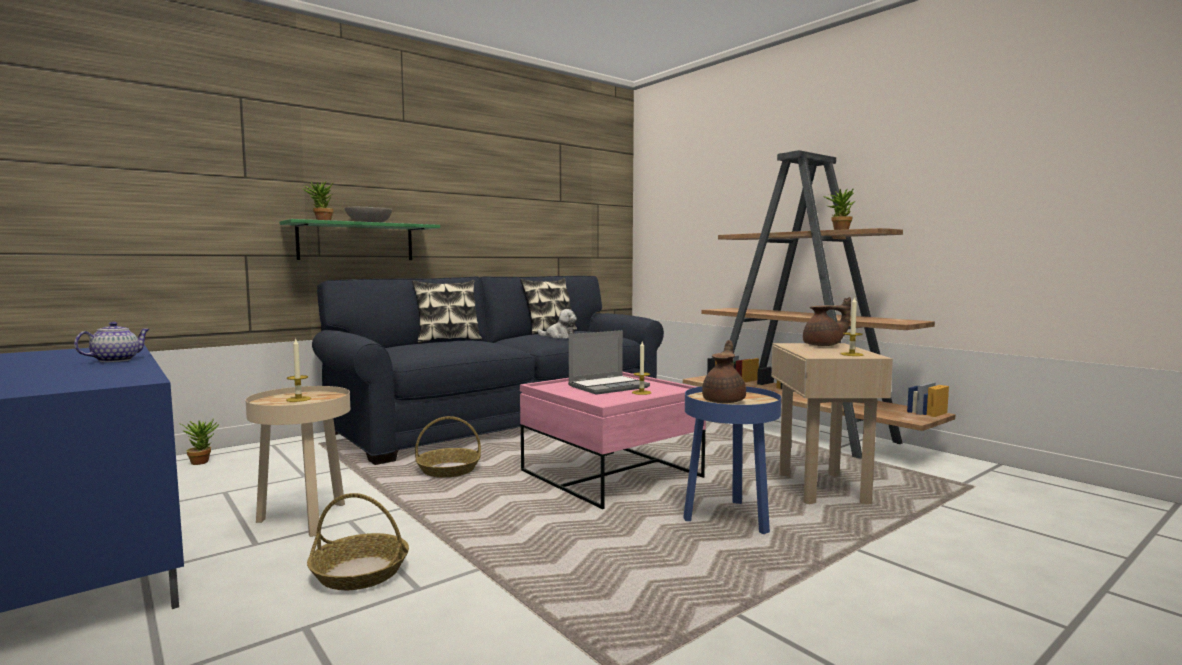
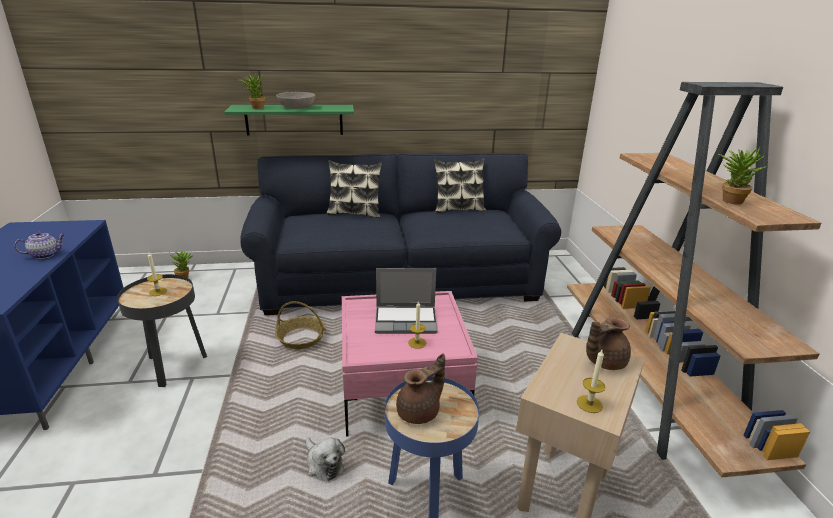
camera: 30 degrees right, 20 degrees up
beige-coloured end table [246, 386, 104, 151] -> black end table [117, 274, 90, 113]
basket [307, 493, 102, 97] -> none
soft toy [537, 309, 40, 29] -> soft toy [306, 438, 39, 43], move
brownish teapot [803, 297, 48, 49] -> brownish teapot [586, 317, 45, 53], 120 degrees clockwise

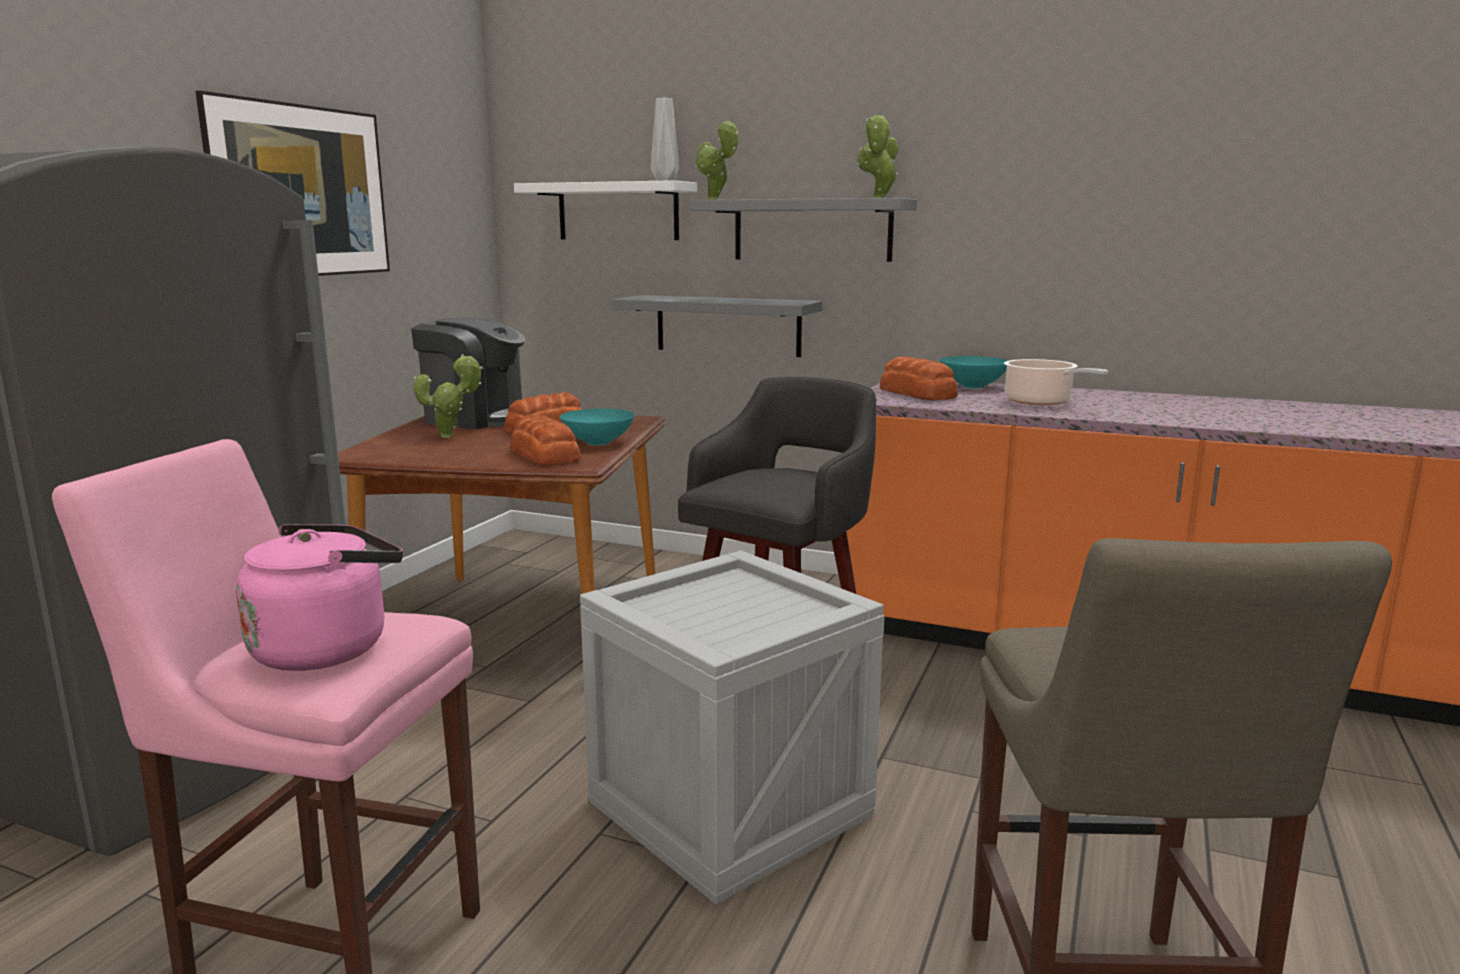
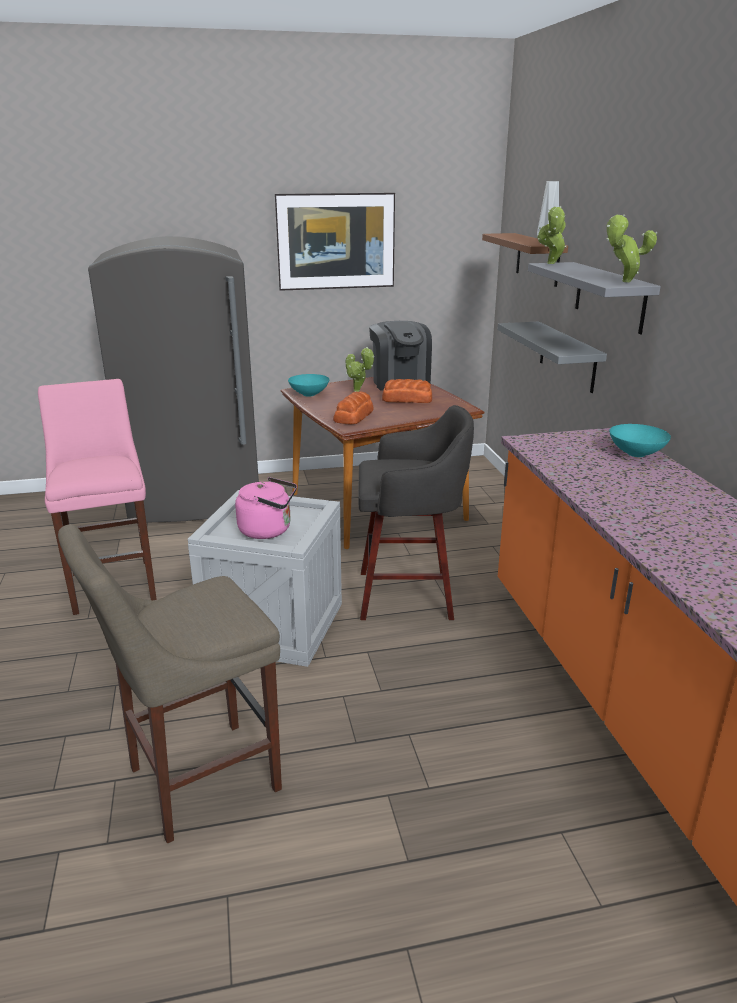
camera: 55 degrees right, 10 degrees up
pinkish water kettle [236, 524, 167, 147] -> pinkish water kettle [235, 477, 62, 62], move
whitish shelf [514, 180, 183, 60] -> brownish shelf [482, 233, 86, 54]
turquoise serving bowl [560, 409, 74, 36] -> turquoise serving bowl [288, 374, 41, 22], move
bakery bread [880, 357, 78, 43] -> none
stockpot [1004, 359, 105, 47] -> none

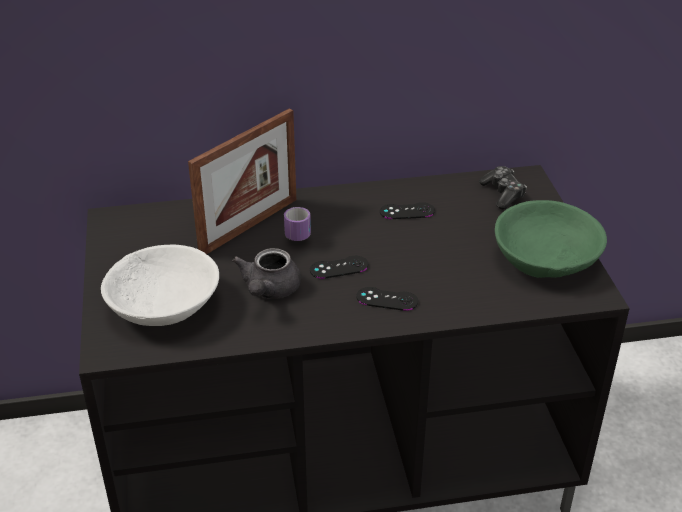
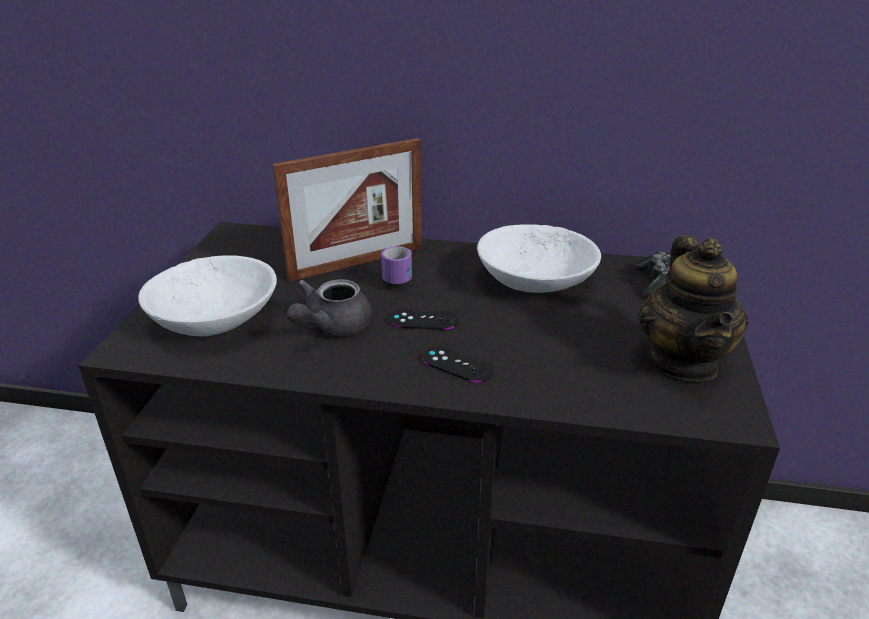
camera: 20 degrees right, 5 degrees down
black gamepad [380, 202, 55, 17] -> whitish serving bowl [477, 224, 124, 69]
greenish serving bowl [495, 200, 112, 78] -> teapot [638, 235, 111, 147]

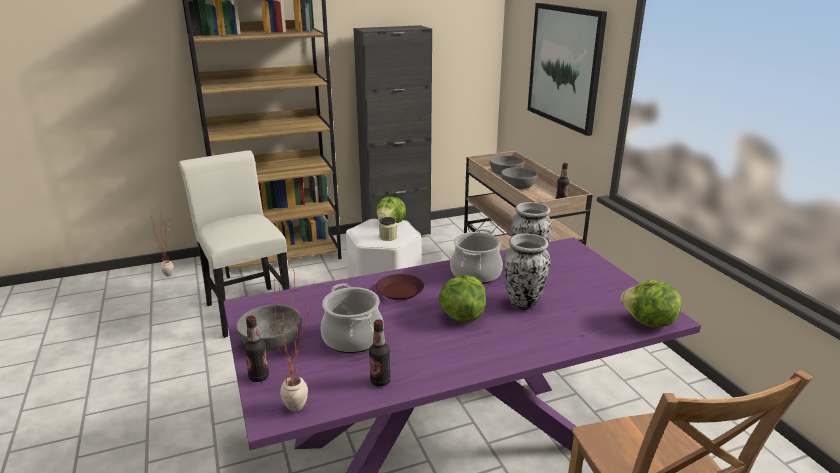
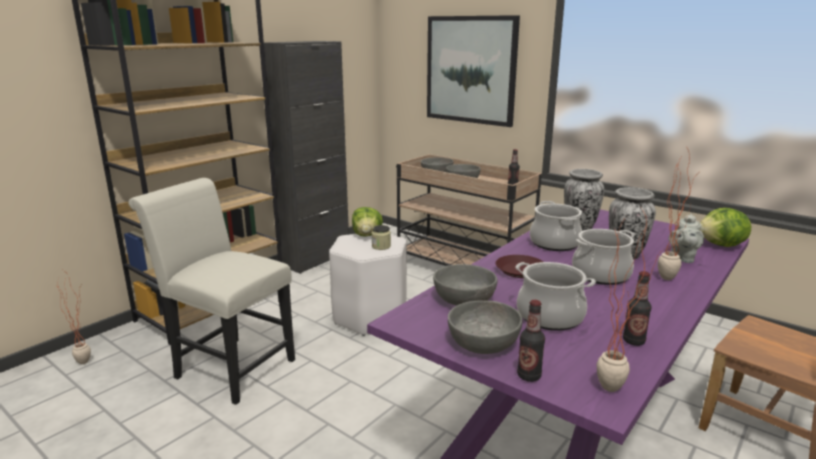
camera: 30 degrees left, 5 degrees down
lettuce [439, 275, 47, 47] -> stockpot [572, 229, 63, 56]
none -> gray serving bowl [433, 264, 64, 42]
none -> potted plant [658, 148, 37, 132]
none -> gray teapot [669, 213, 35, 50]

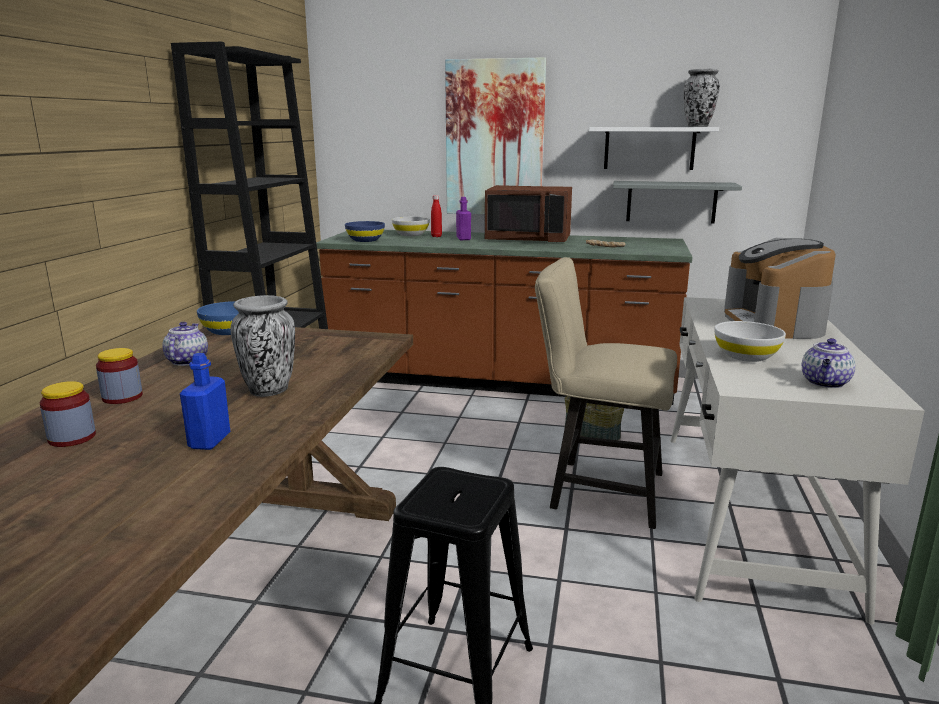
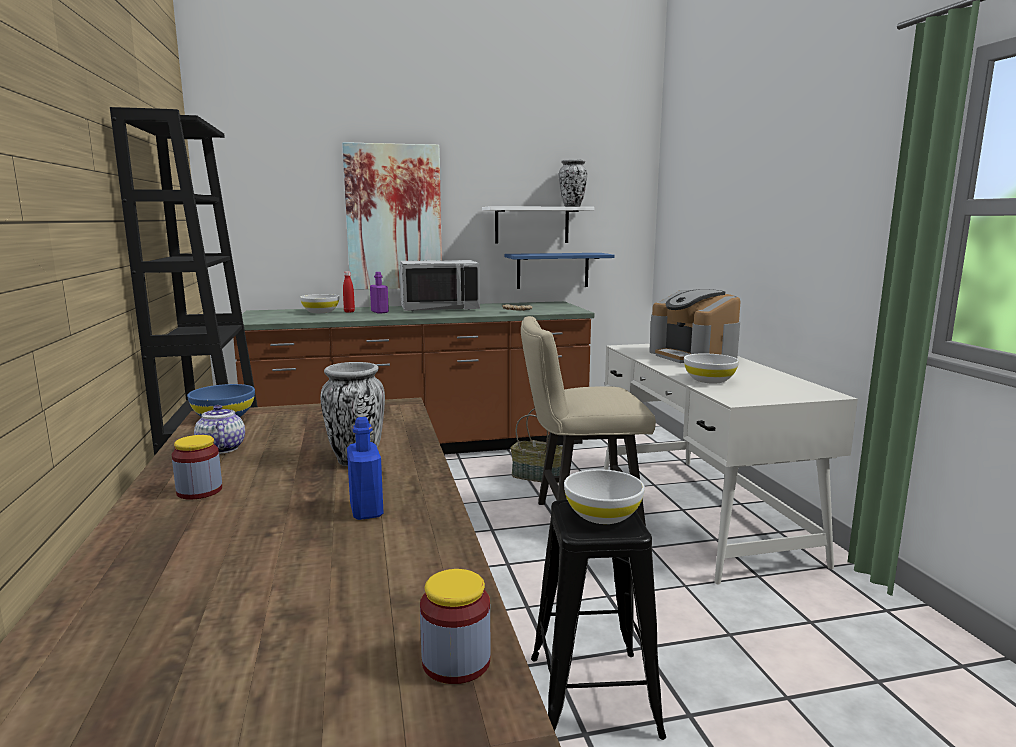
camera: 25 degrees left, 5 degrees down
jar [40, 381, 56, 66] -> jar [420, 569, 71, 115], move
bluish serving bowl [345, 221, 40, 21] -> none
brownish microwave [485, 185, 87, 57] -> gray microwave [400, 260, 80, 51]
gray shelf [613, 181, 129, 43] -> bluish shelf [504, 253, 111, 36]
teapot [802, 338, 53, 50] -> none
none -> whitish serving bowl [564, 469, 81, 55]

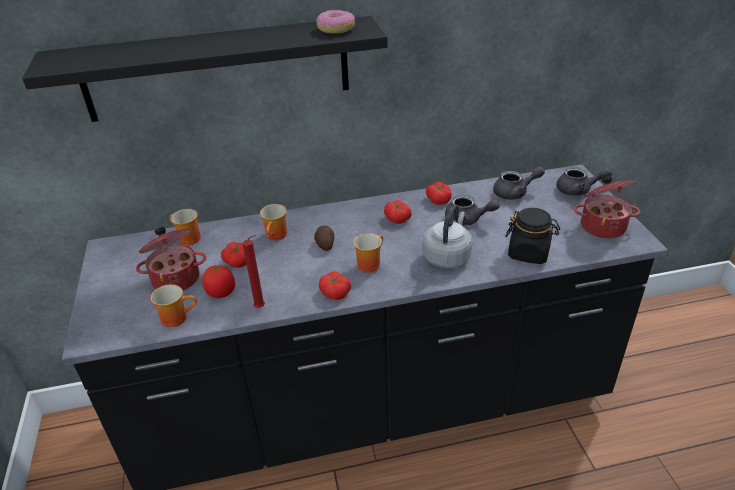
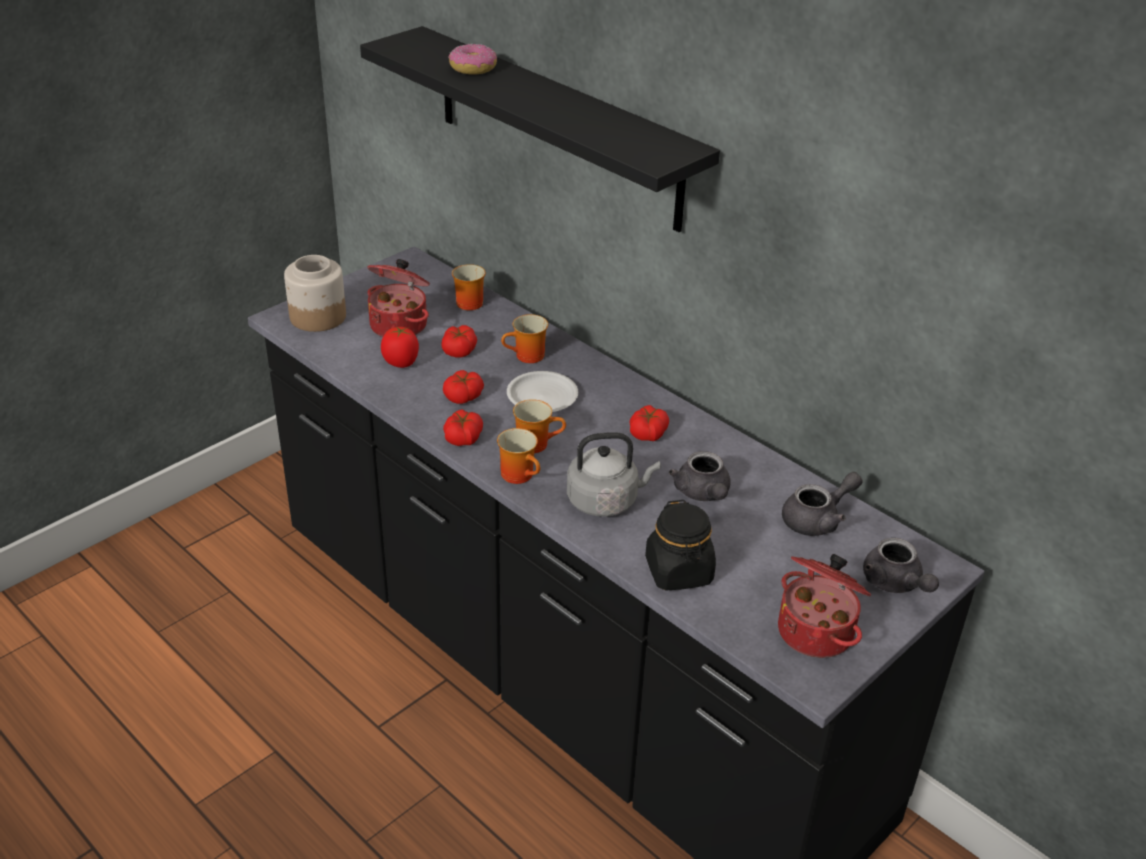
camera: 55 degrees right, 0 degrees up
mug [150, 284, 47, 44] -> mug [497, 428, 43, 56], move
reddish wax candle [243, 235, 22, 73] -> none
potato [314, 225, 20, 26] -> whitish dinner plate [507, 371, 71, 41]
donut [316, 10, 39, 24] -> donut [448, 44, 49, 31], move
fresh tomato [426, 182, 26, 23] -> fresh tomato [443, 370, 41, 34], move
gray teapot [493, 166, 52, 34] -> gray teapot [782, 472, 80, 64], 75 degrees counterclockwise
none -> jar [284, 255, 62, 77]

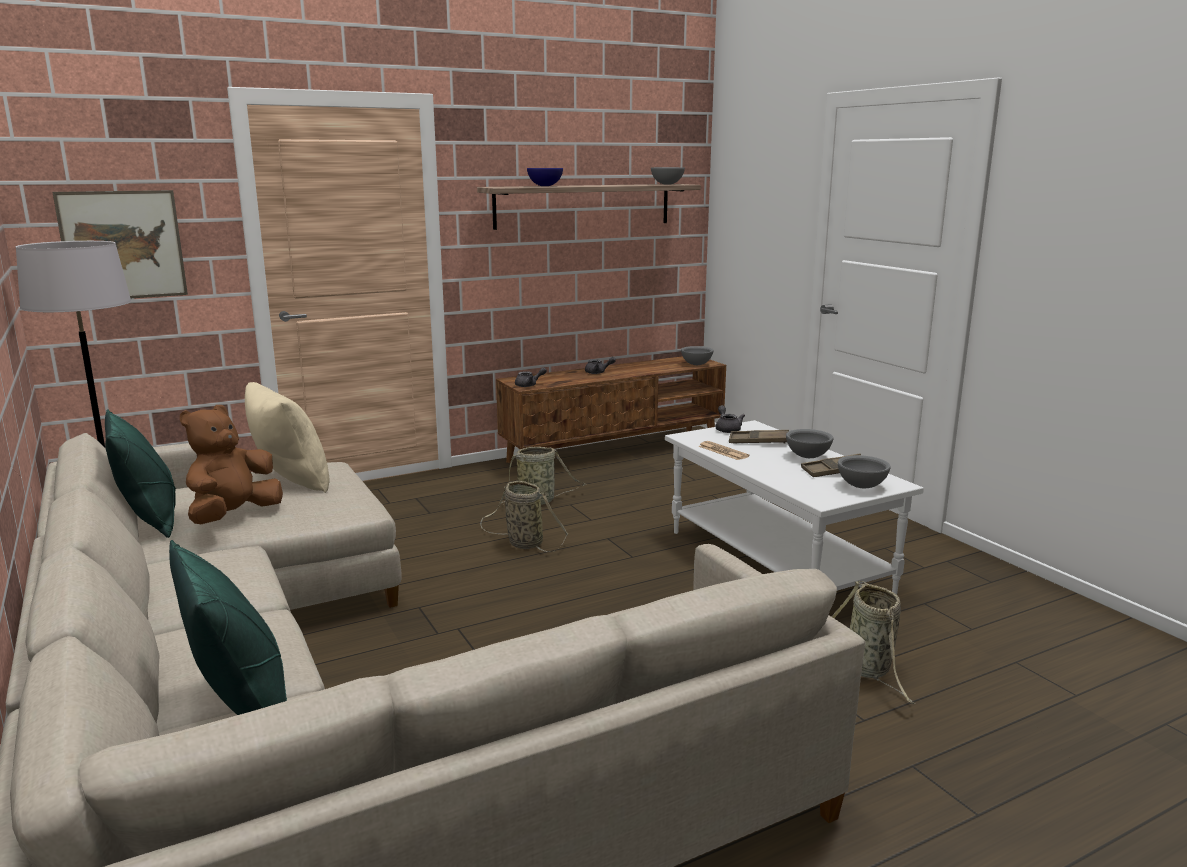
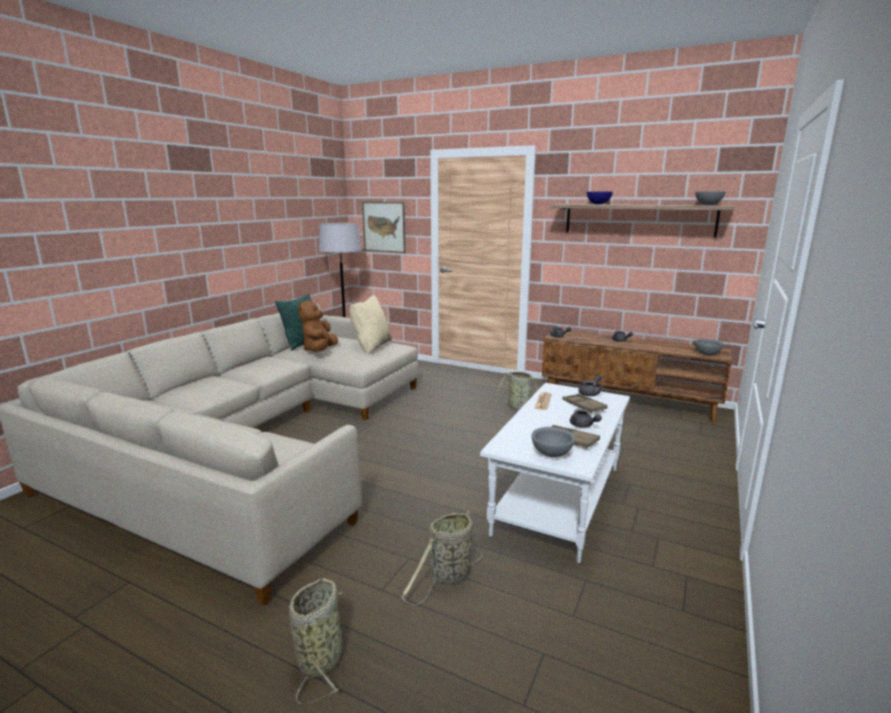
camera: 55 degrees right, 0 degrees up
greenish cushion [169, 540, 118, 175] -> none
brownish soft toy [180, 405, 103, 119] -> brownish soft toy [298, 300, 40, 52], 75 degrees counterclockwise
basket [480, 481, 88, 71] -> basket [289, 578, 53, 126], move
gray serving bowl [786, 429, 47, 29] -> gray teapot [570, 409, 32, 19]

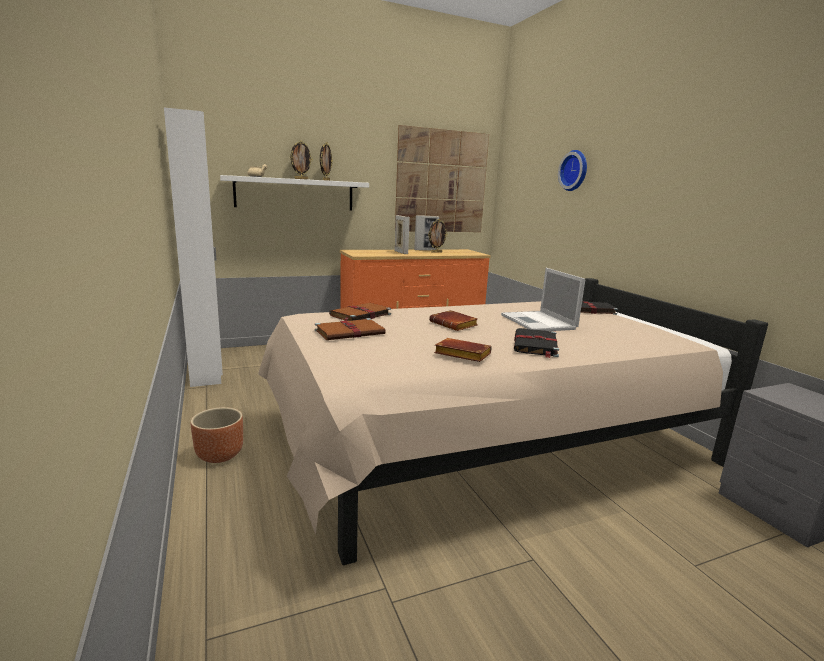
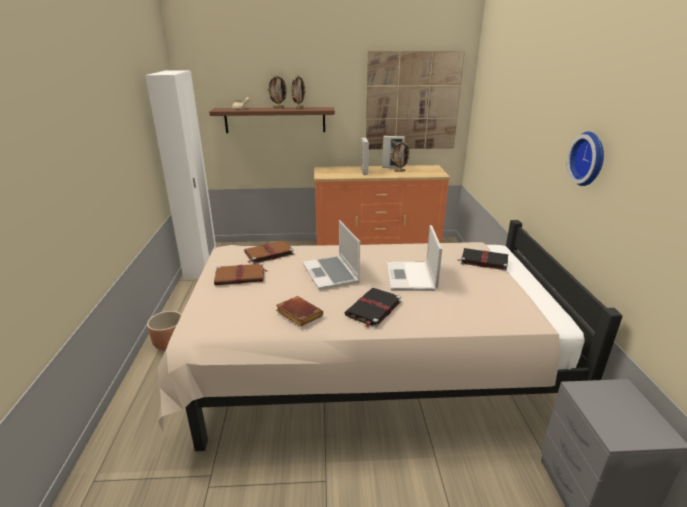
camera: 20 degrees right, 10 degrees up
whitish shelf [220, 175, 149, 35] -> brownish shelf [209, 107, 126, 26]
brownish book [429, 310, 49, 21] -> notebook computer [303, 220, 57, 70]
wall clock [558, 150, 29, 41] -> wall clock [567, 131, 37, 55], move

